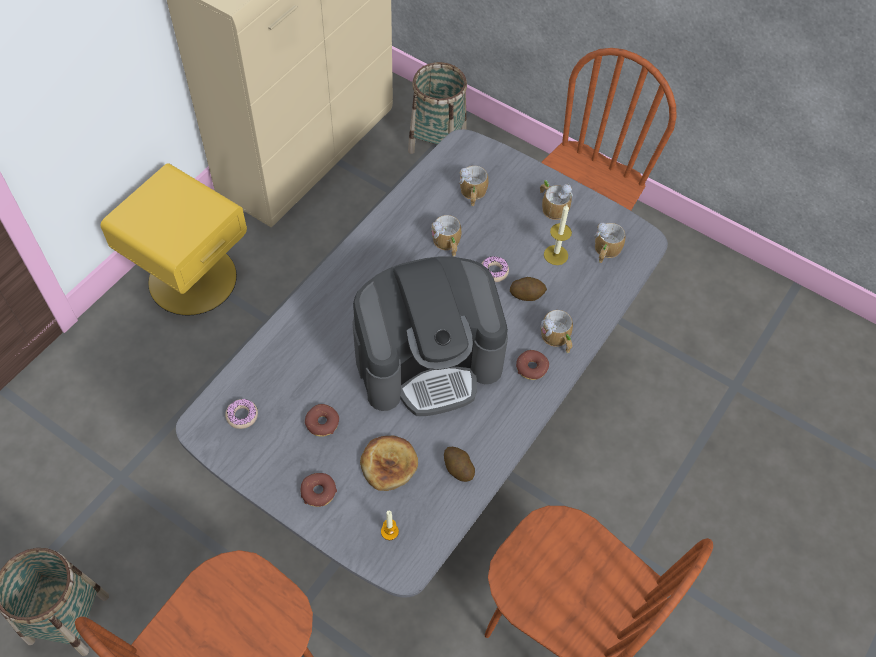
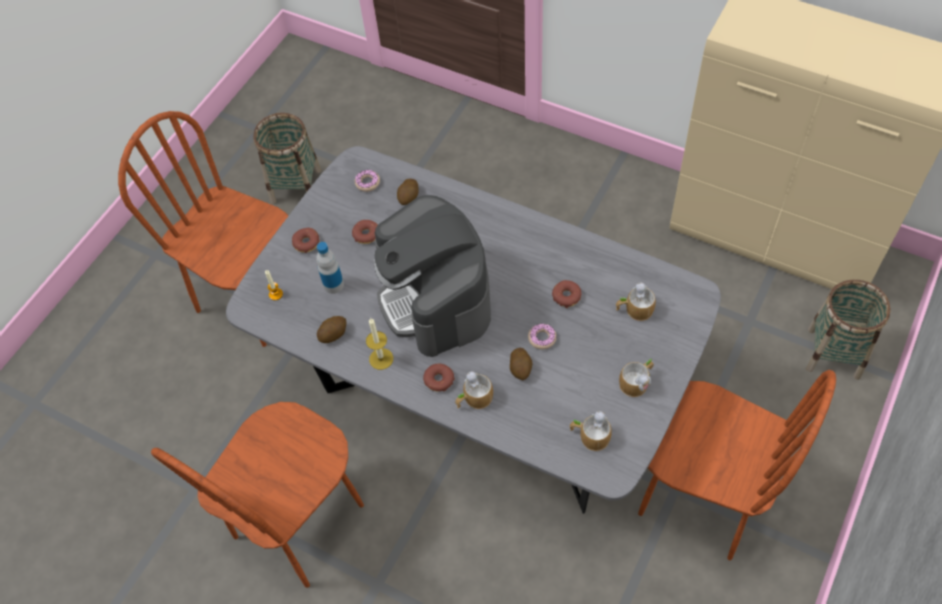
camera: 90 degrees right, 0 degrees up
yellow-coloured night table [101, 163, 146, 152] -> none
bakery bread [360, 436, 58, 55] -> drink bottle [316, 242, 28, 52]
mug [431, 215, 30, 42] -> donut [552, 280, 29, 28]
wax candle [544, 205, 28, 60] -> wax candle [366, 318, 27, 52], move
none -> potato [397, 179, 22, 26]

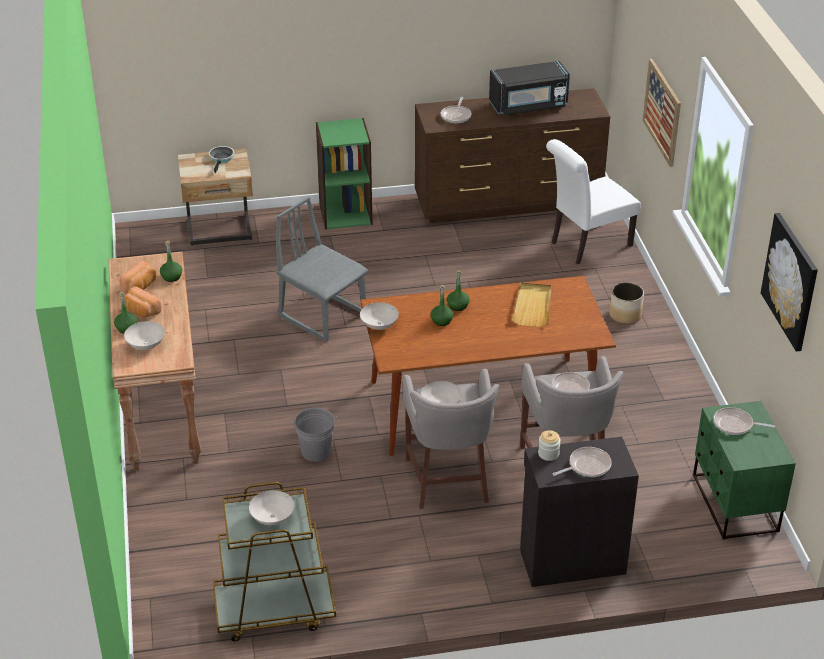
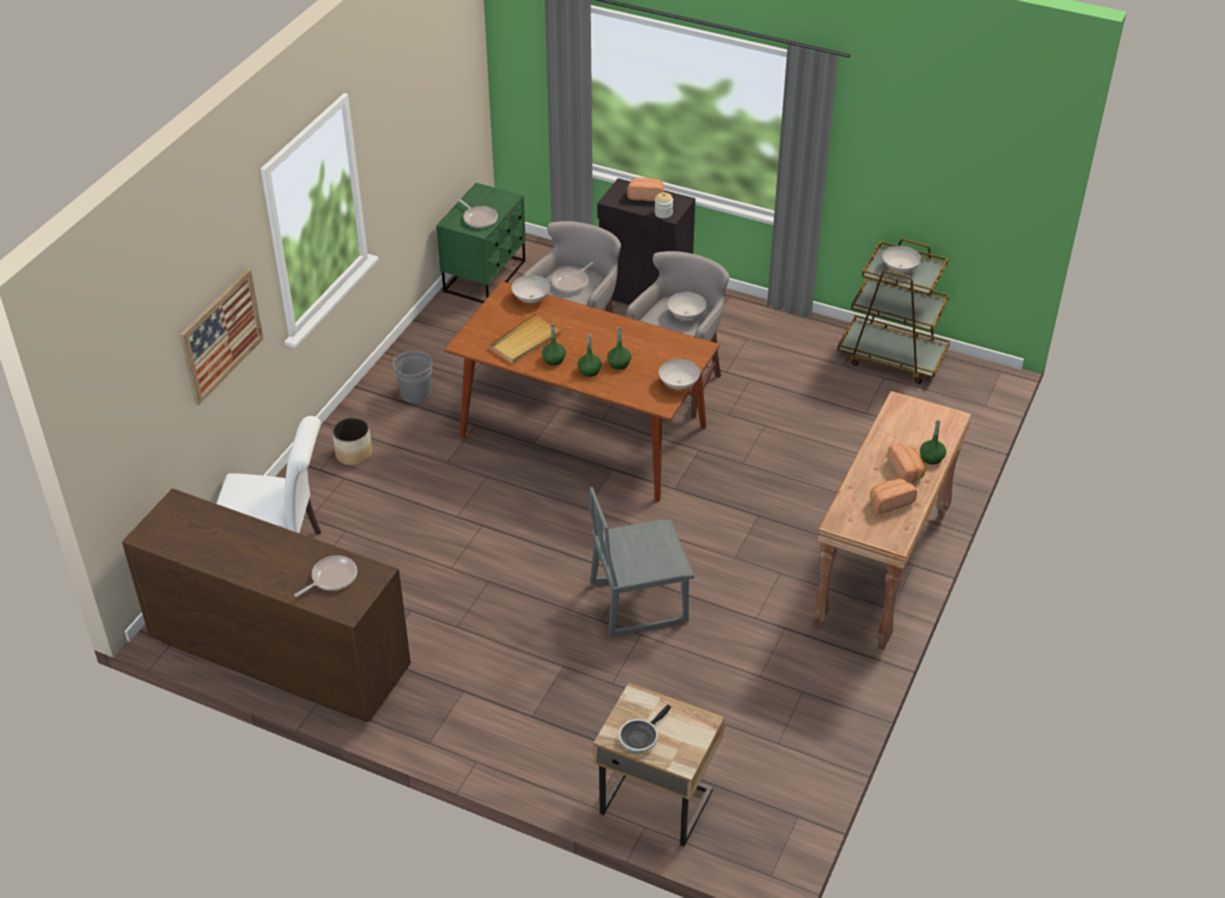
camera: 145 degrees left, 5 degrees up
whitish serving bowl [124, 321, 41, 29] -> whitish serving bowl [511, 275, 40, 28], move
greenish drink bottle [160, 241, 22, 41] -> greenish drink bottle [542, 323, 24, 42], move
gray chair [276, 196, 93, 146] -> gray chair [590, 487, 105, 150], 90 degrees clockwise
gray water bucket [292, 408, 45, 54] -> gray water bucket [392, 351, 40, 52], move
greenish bookshelf [316, 118, 57, 112] -> none
black microwave [489, 61, 81, 54] -> none
pan [553, 447, 59, 30] -> bakery bread [627, 178, 37, 23]
picture [761, 213, 57, 139] -> none

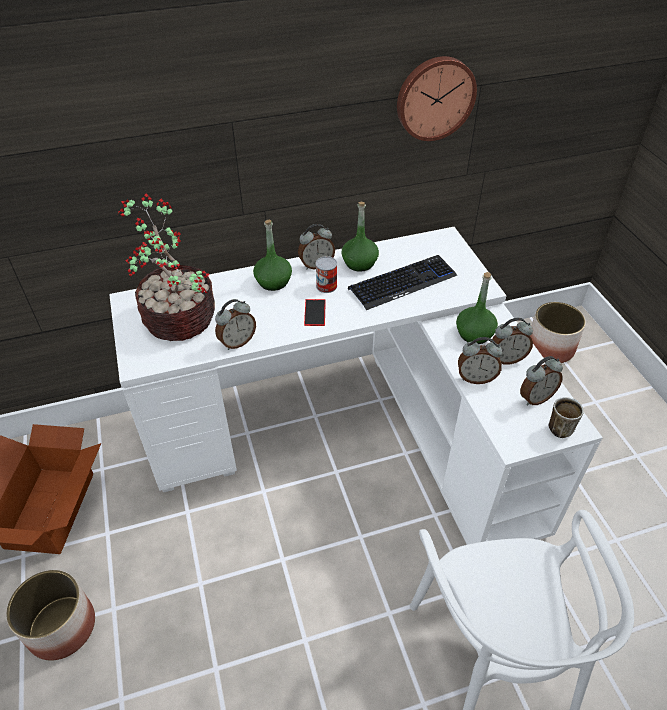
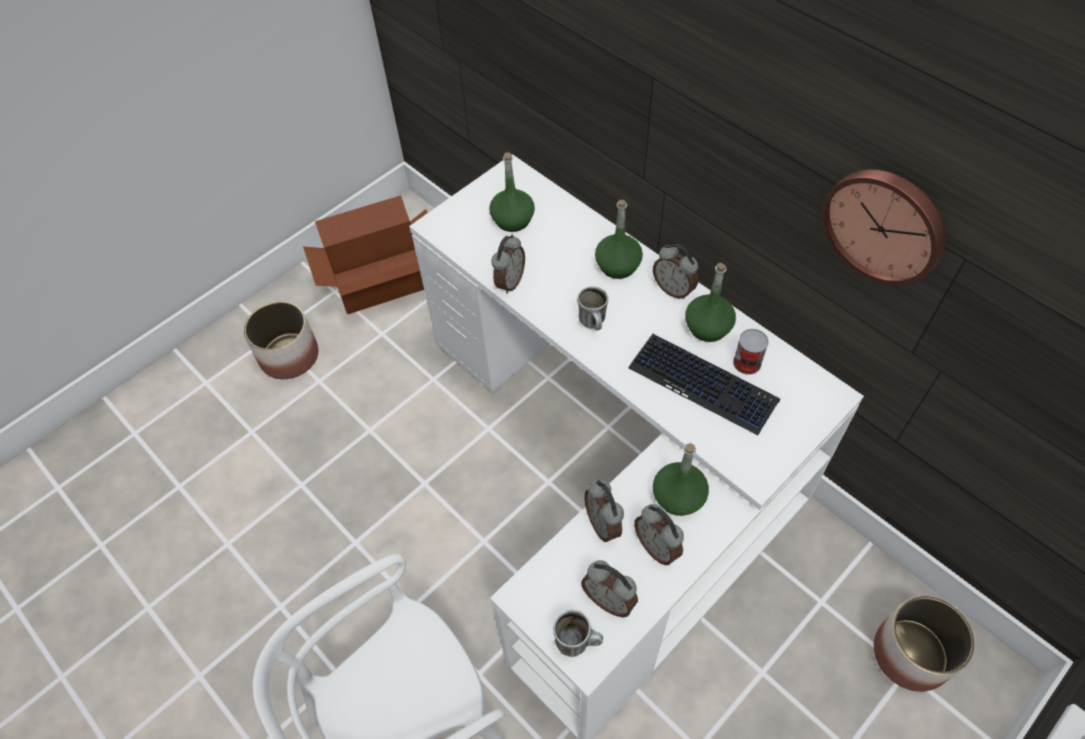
camera: 65 degrees right, 10 degrees up
potted plant [118, 193, 97, 148] -> greenish drink bottle [489, 152, 46, 80]
table clock [215, 299, 41, 51] -> table clock [491, 235, 34, 59], 90 degrees counterclockwise
handset [304, 299, 22, 27] -> mug [577, 286, 31, 44]
metal can [316, 256, 21, 37] -> metal can [733, 329, 36, 46], move

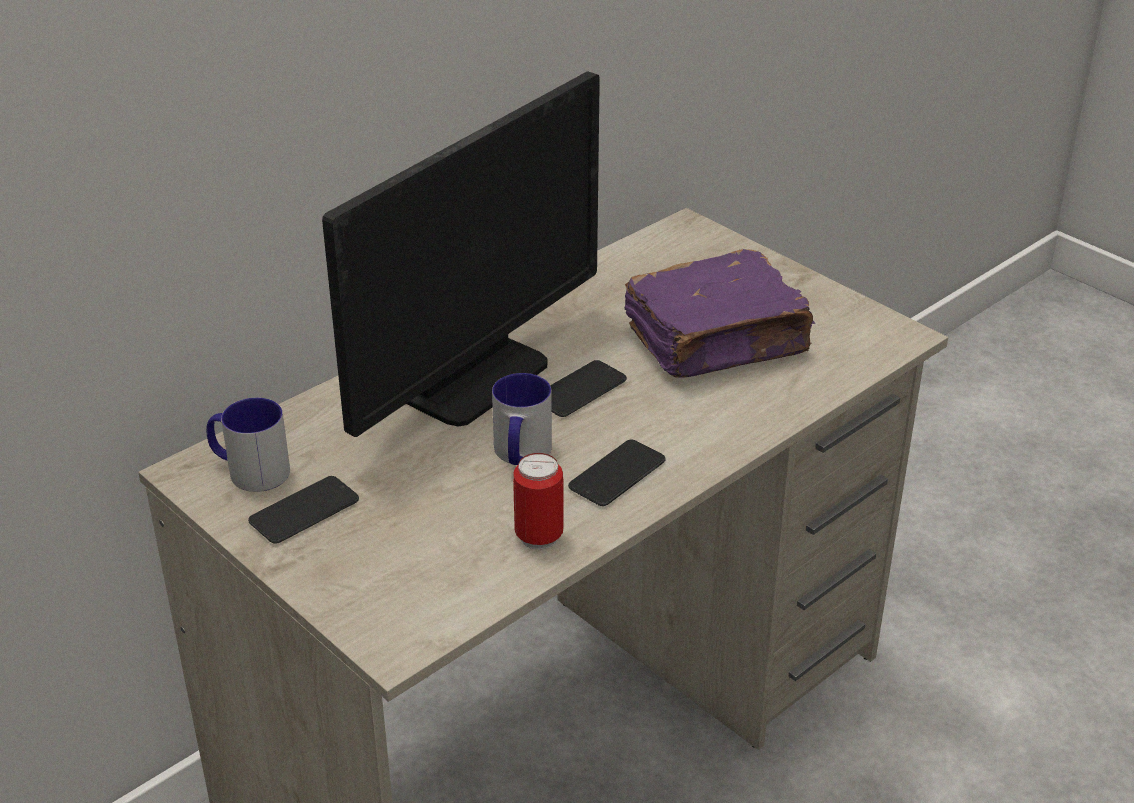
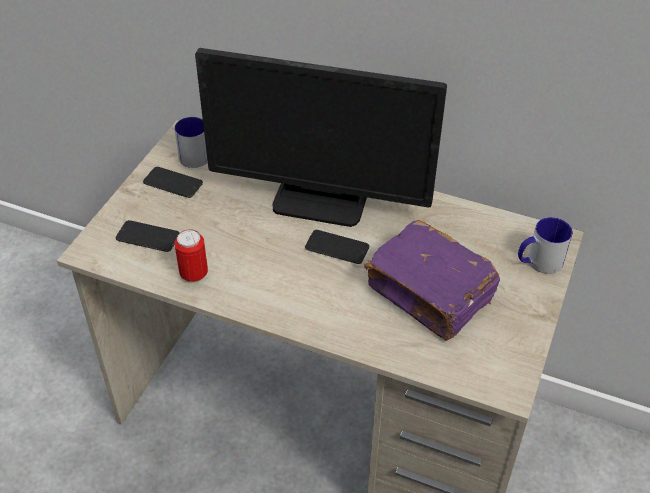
camera: 65 degrees right, 10 degrees up
mug [492, 373, 60, 92] -> mug [518, 217, 55, 57], move
handset [568, 439, 98, 67] -> handset [116, 220, 64, 32], move

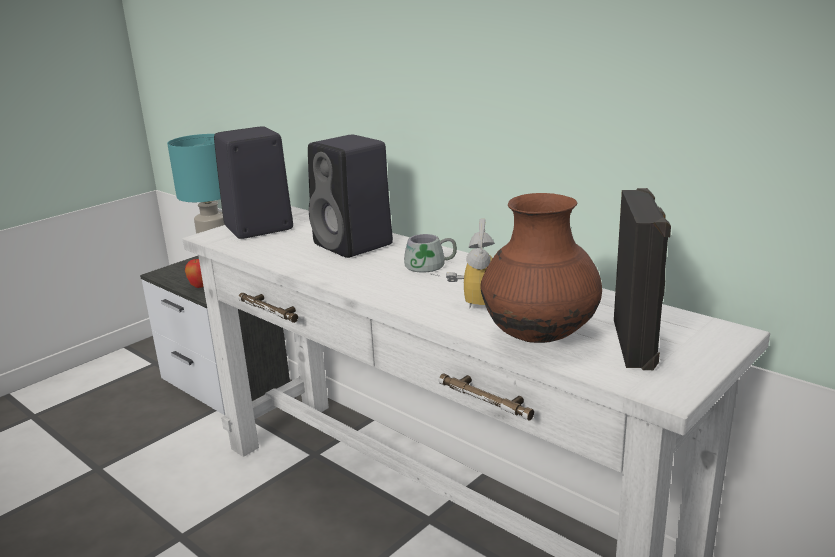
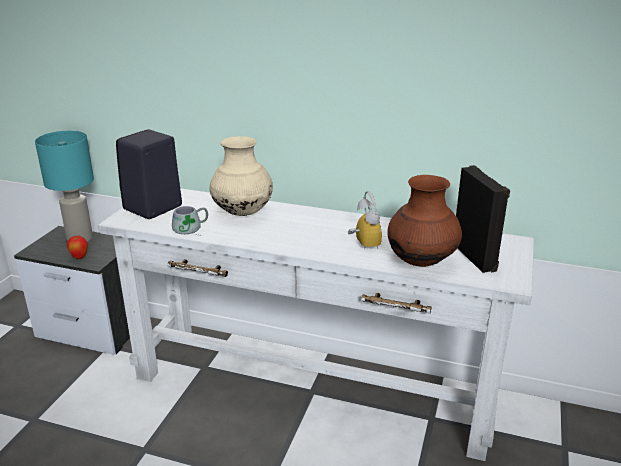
camera: 25 degrees left, 5 degrees up
black audio speaker [308, 134, 85, 124] -> beige-coloured decorative vase [209, 136, 64, 80]
gray mug [404, 234, 53, 43] -> gray mug [172, 206, 36, 30], move

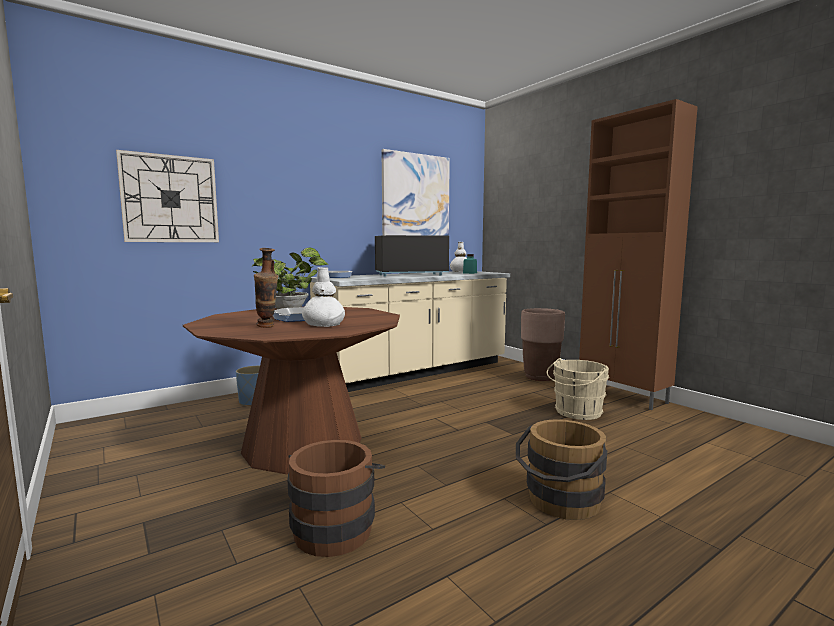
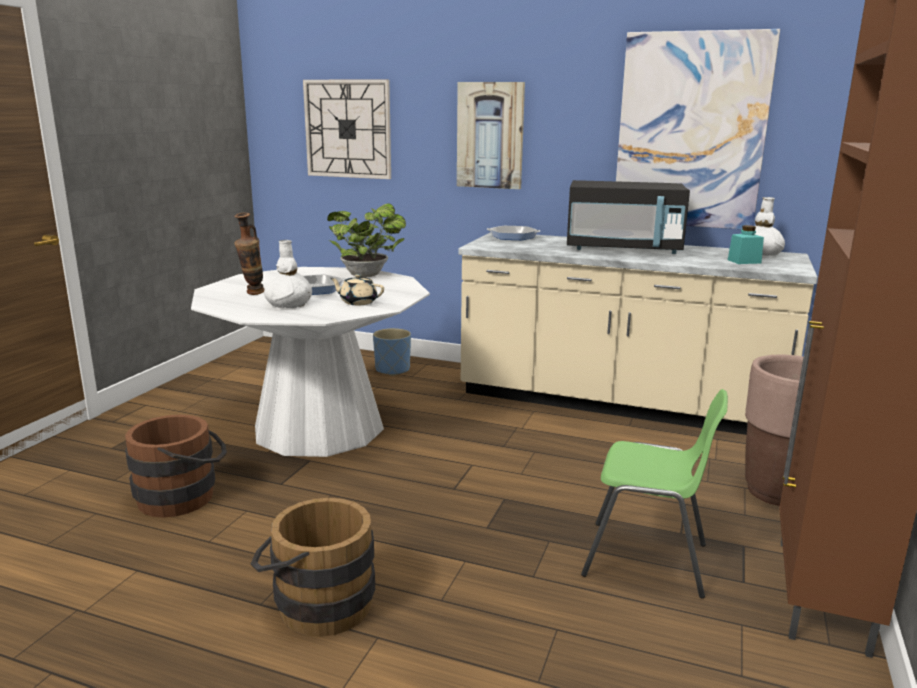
camera: 55 degrees right, 10 degrees up
brownish dining table [183, 307, 217, 167] -> whitish dining table [191, 267, 239, 190]
black microwave [375, 235, 74, 42] -> black microwave [567, 180, 123, 74], 150 degrees clockwise
beige-coloured water bucket [547, 358, 62, 62] -> greenish chair [581, 389, 147, 209]
none -> beige-coloured teapot [330, 274, 54, 31]
none -> picture [457, 82, 68, 107]

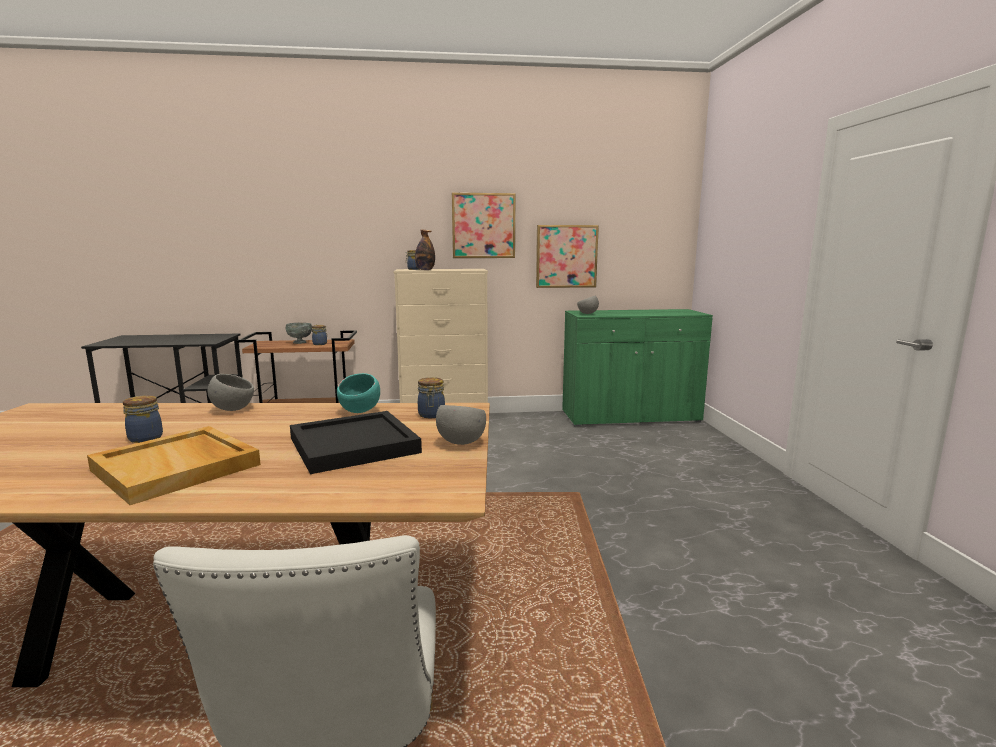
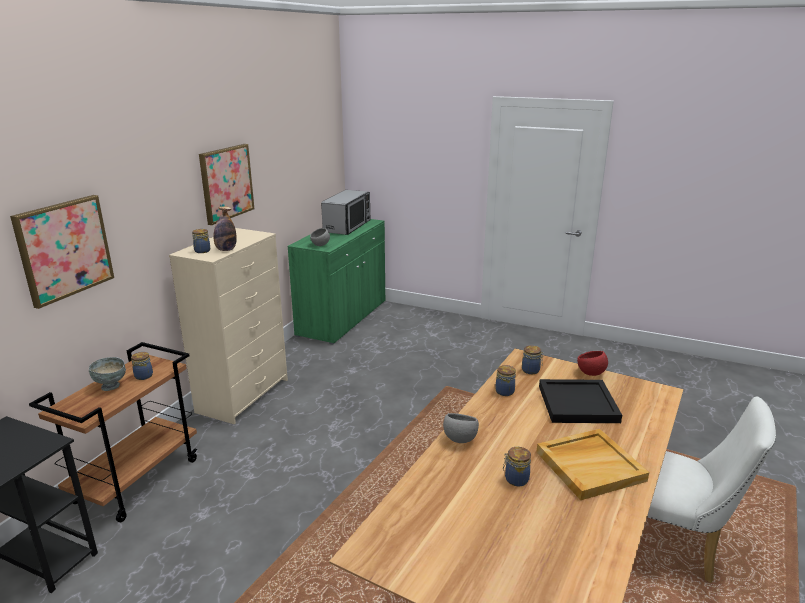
camera: 60 degrees left, 10 degrees up
turquoise serving bowl [337, 373, 43, 40] -> jar [495, 365, 21, 31]
gray serving bowl [436, 405, 50, 40] -> reddish serving bowl [577, 351, 31, 25]
picture [536, 225, 63, 63] -> picture [10, 195, 104, 114], move
none -> microwave [321, 190, 49, 45]

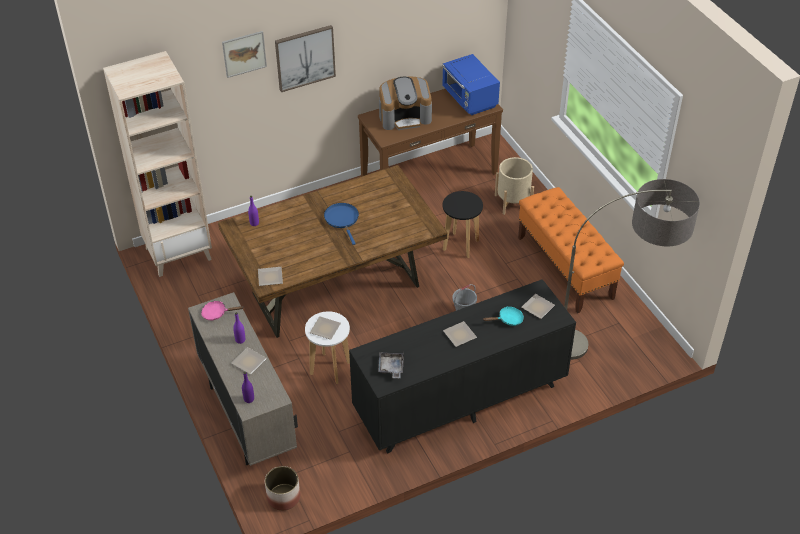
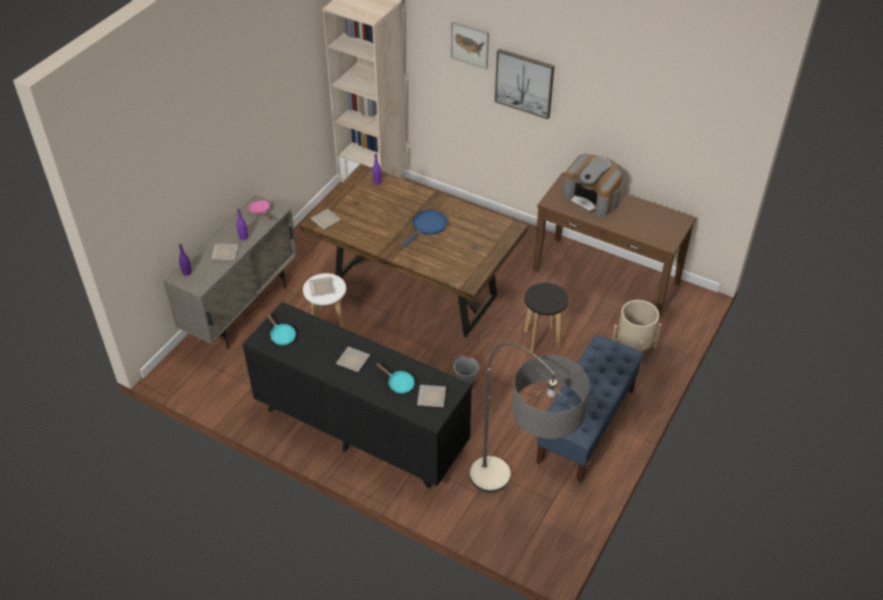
camera: 55 degrees right, 0 degrees up
planter [265, 466, 36, 45] -> none
gray carrying tray [378, 352, 26, 26] -> turquoise pan [266, 312, 30, 33]
bluish microwave [442, 54, 58, 61] -> none
orange-coloured indoor bench [518, 187, 106, 126] -> bluish indoor bench [536, 335, 108, 148]

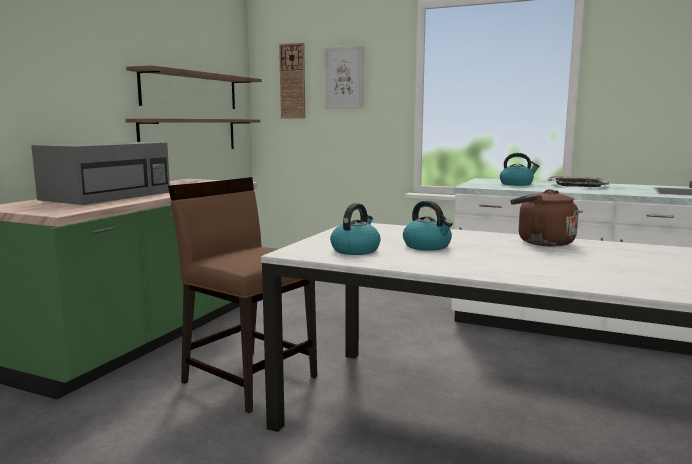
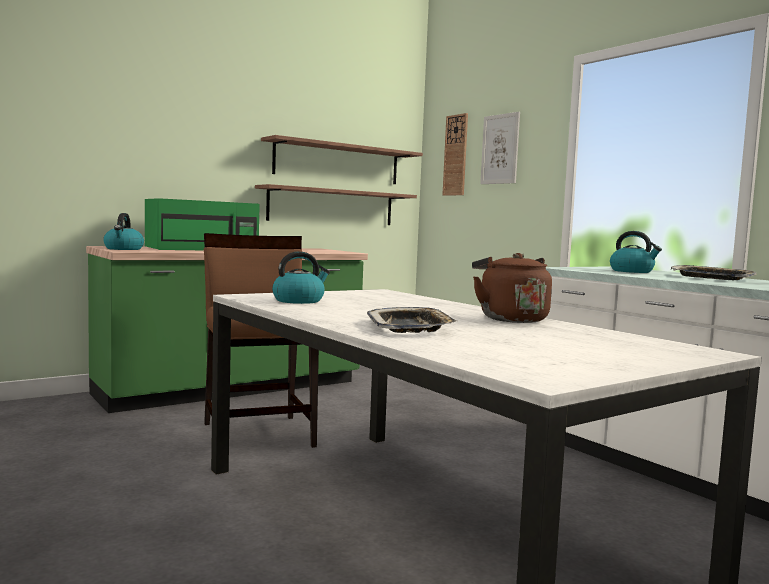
camera: 30 degrees right, 5 degrees down
gray microwave [31, 142, 139, 63] -> greenish microwave [145, 198, 115, 52]
water kettle [403, 201, 50, 50] -> water kettle [103, 213, 41, 37], move
none -> carrying tray [367, 307, 90, 26]

